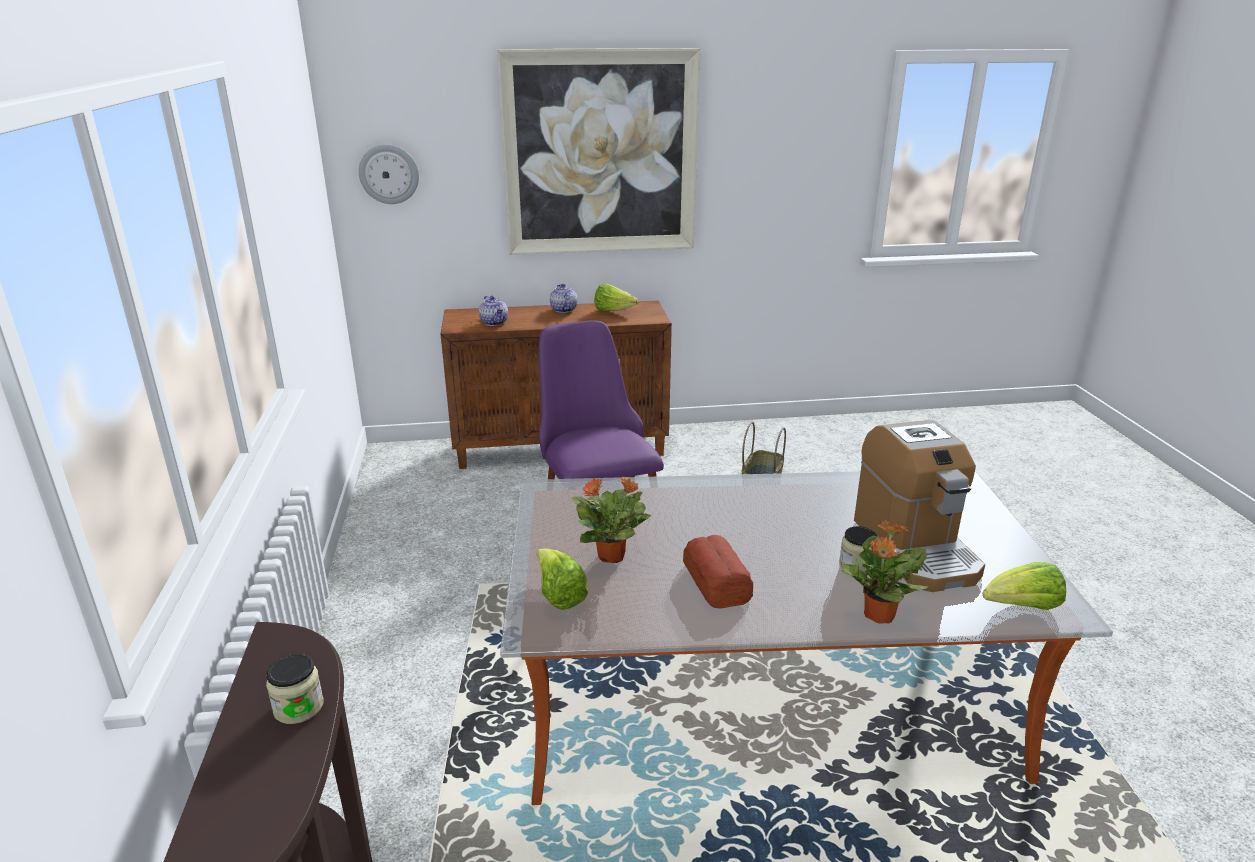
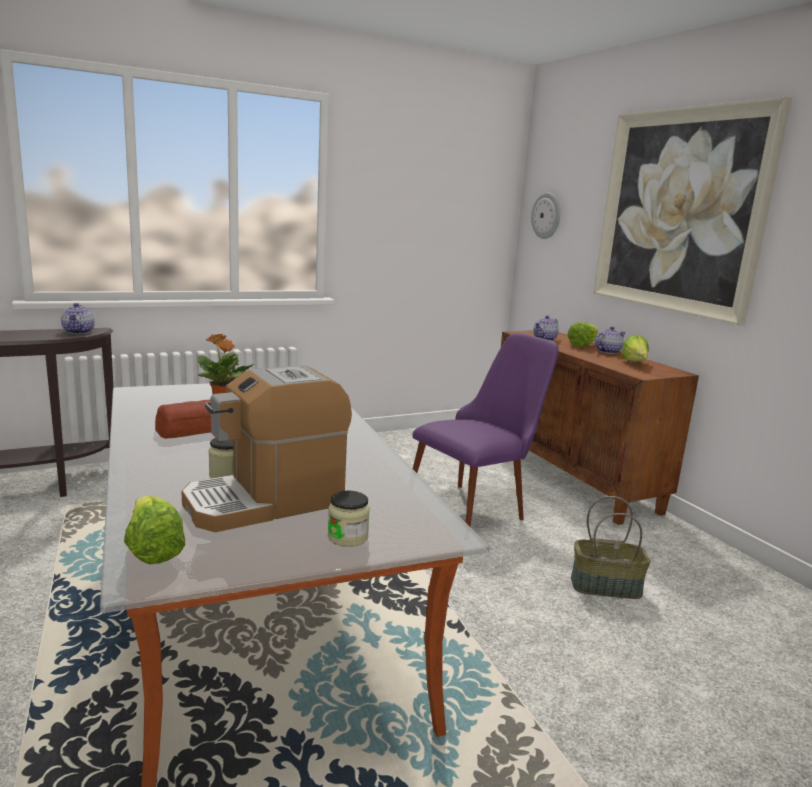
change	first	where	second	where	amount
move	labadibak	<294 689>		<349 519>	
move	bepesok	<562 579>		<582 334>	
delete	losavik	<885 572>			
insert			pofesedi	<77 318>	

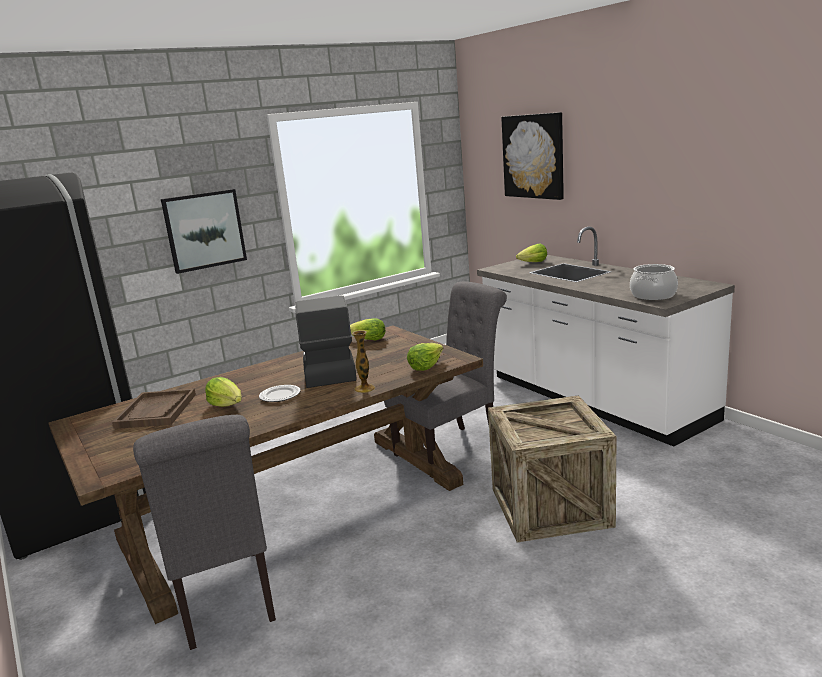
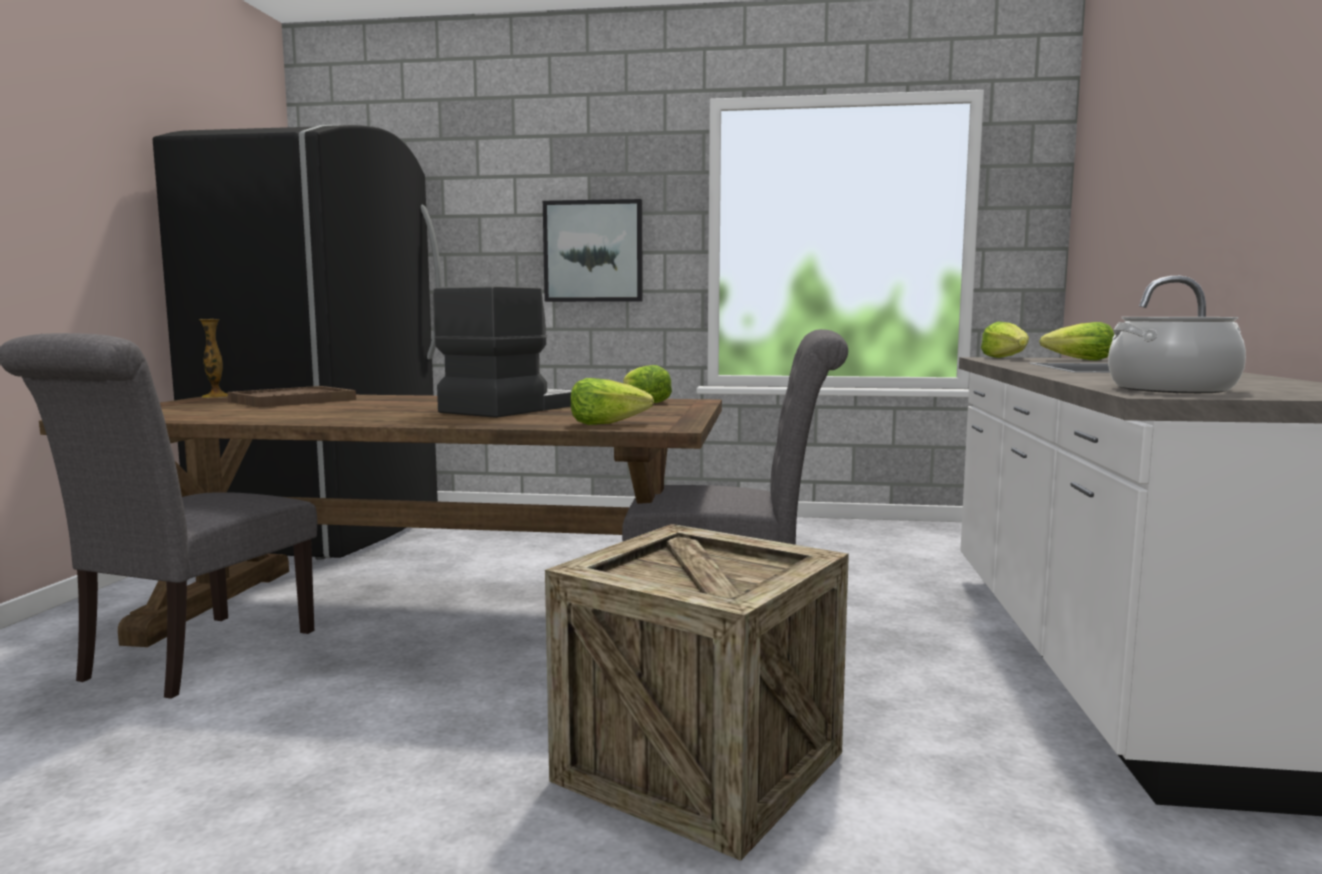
change	first	where	second	where	amount
move	bepesok	<223 392>		<1005 339>	
delete	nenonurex	<280 393>			
move	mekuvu	<363 361>		<213 358>	
delete	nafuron	<532 156>			

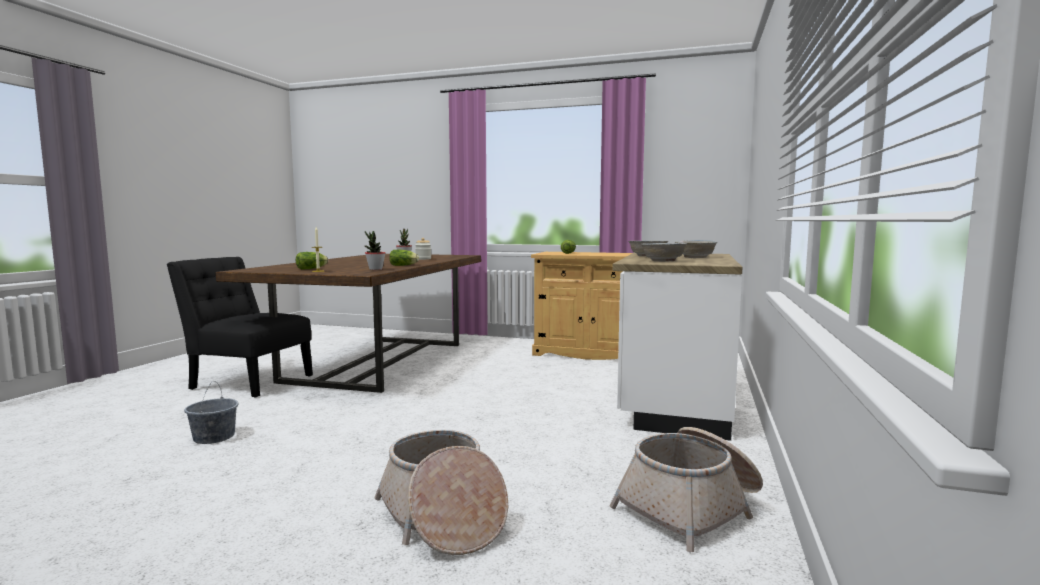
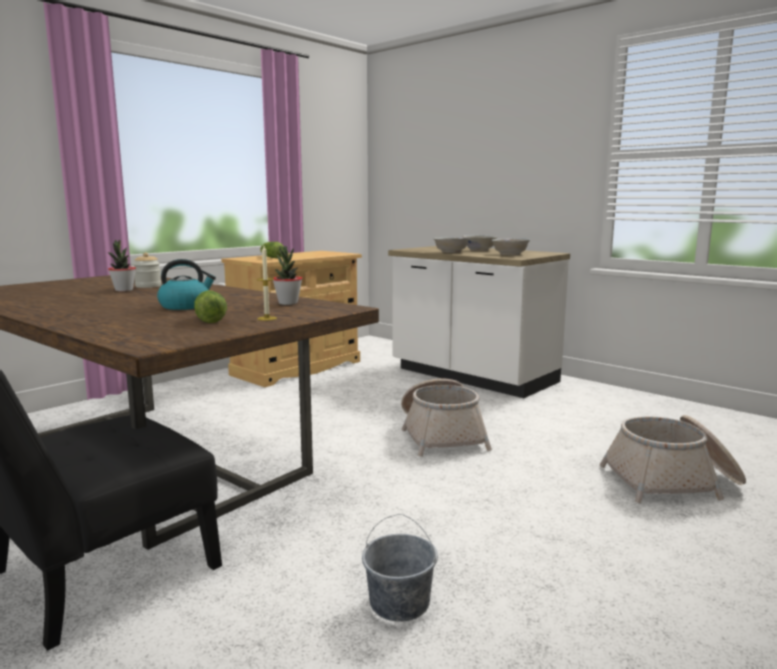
change	first	where	second	where	amount
delete	bepesok	<404 258>			
move	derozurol	<686 489>		<446 418>	
insert			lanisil	<186 284>	

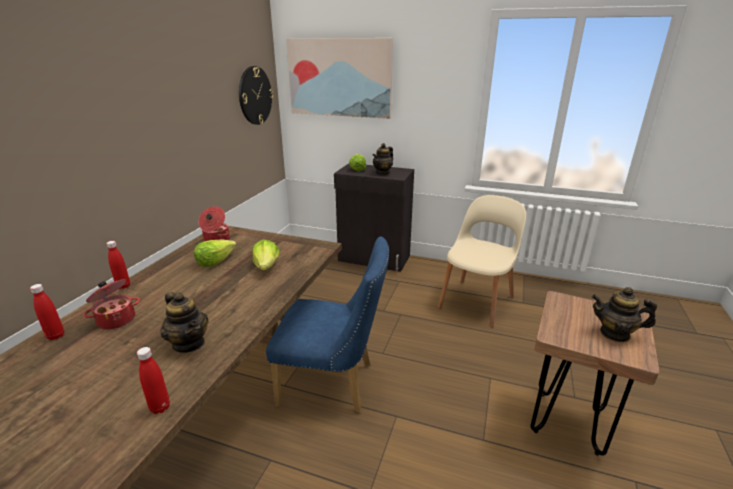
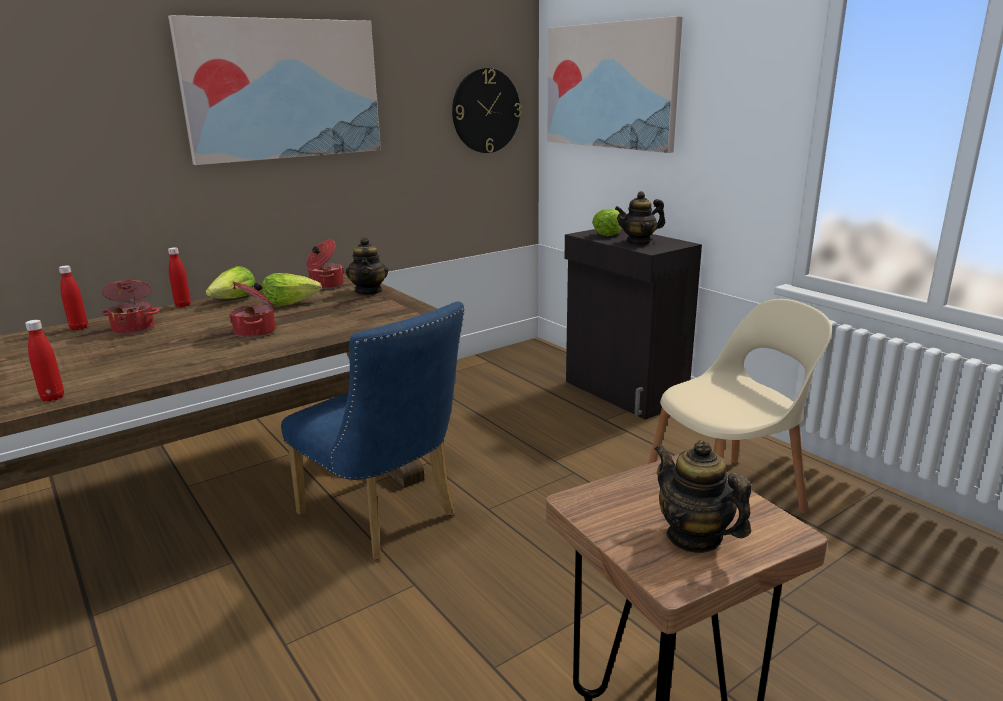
change	first	where	second	where	amount
move	pofesedi	<184 322>		<367 266>	
move	bepesok	<266 255>		<230 282>	
insert			nafuron	<274 90>	
insert			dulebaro	<252 309>	

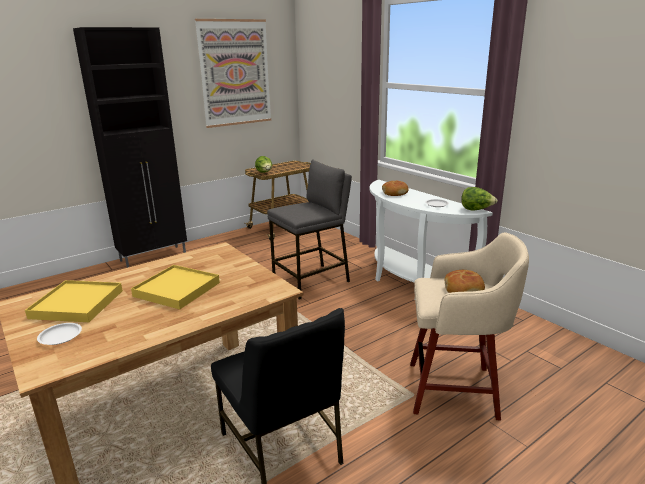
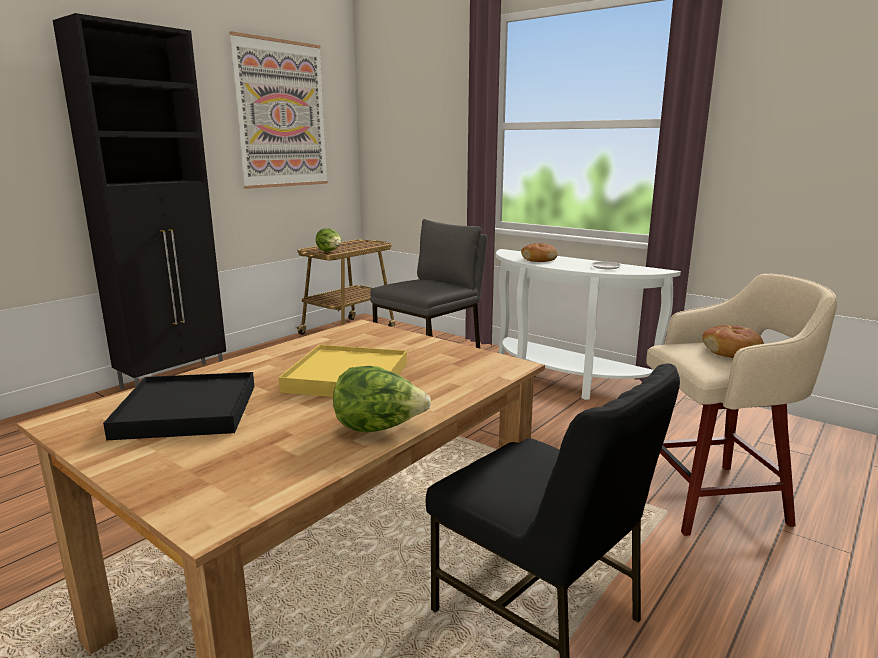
change	first	where	second	where	amount
recolor	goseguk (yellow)	<74 301>	goseguk (black)	<178 406>	
delete	nenonurex (white)	<59 334>			
move	bepesok	<479 199>		<382 399>	

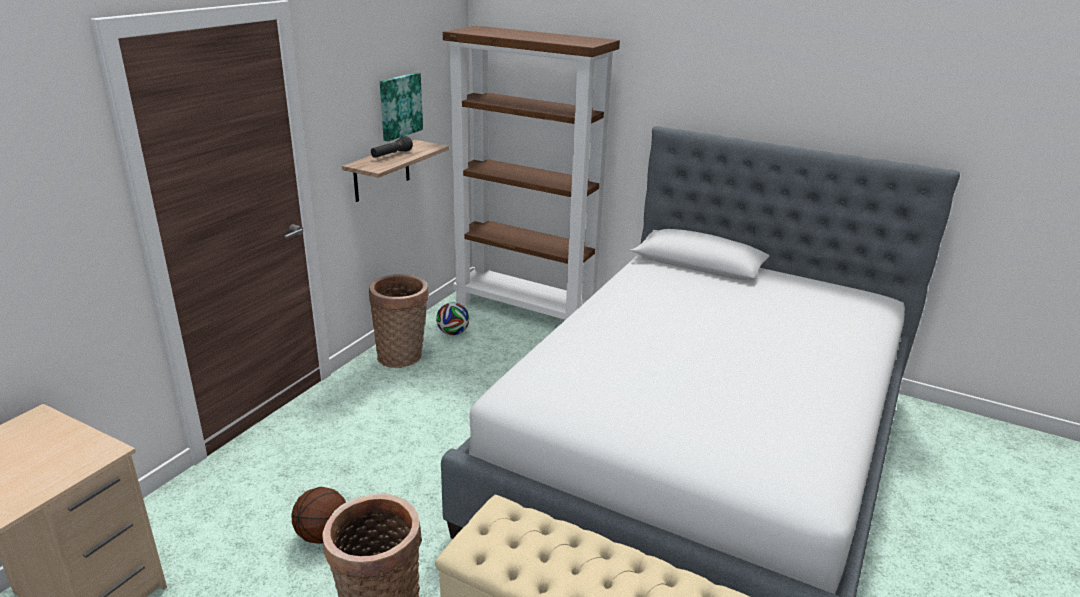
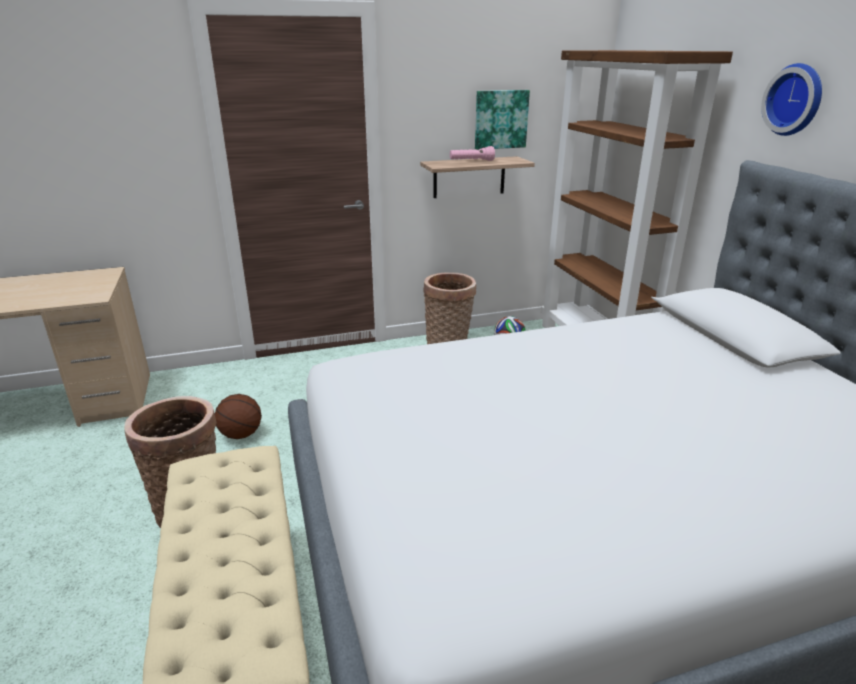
change	first	where	second	where	amount
recolor	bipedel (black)	<392 147>	bipedel (pink)	<472 153>	
insert			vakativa	<791 99>	

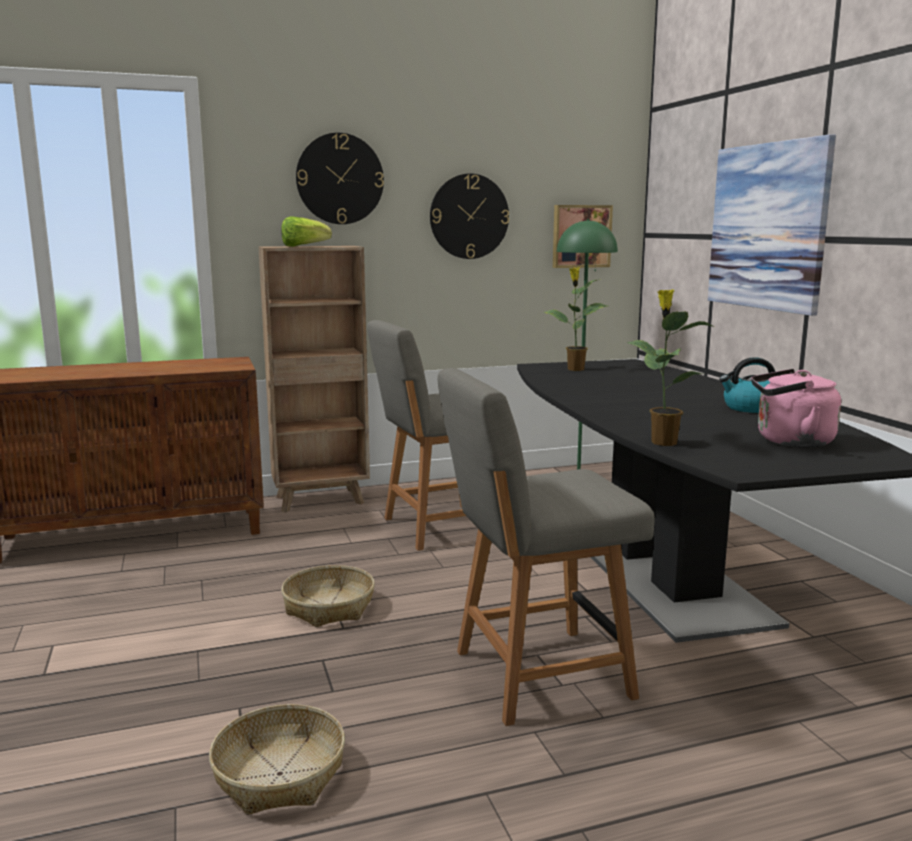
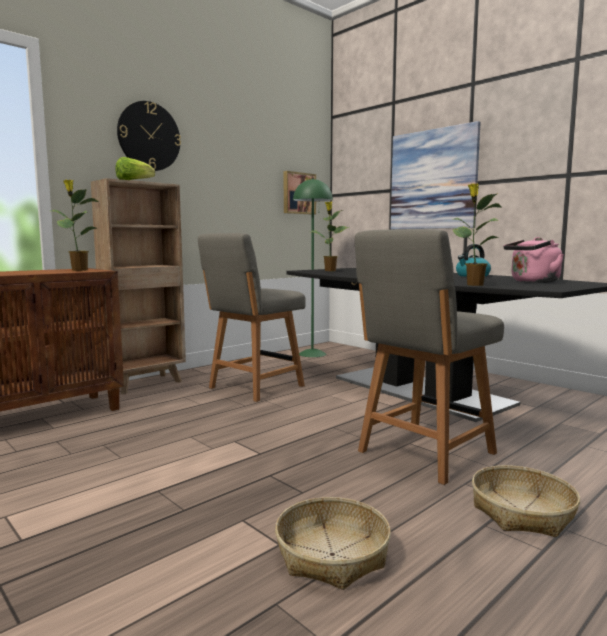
change	first	where	second	where	amount
move	derozurol	<328 596>		<526 501>	
delete	vakativa	<469 216>			
insert			losavik	<75 225>	

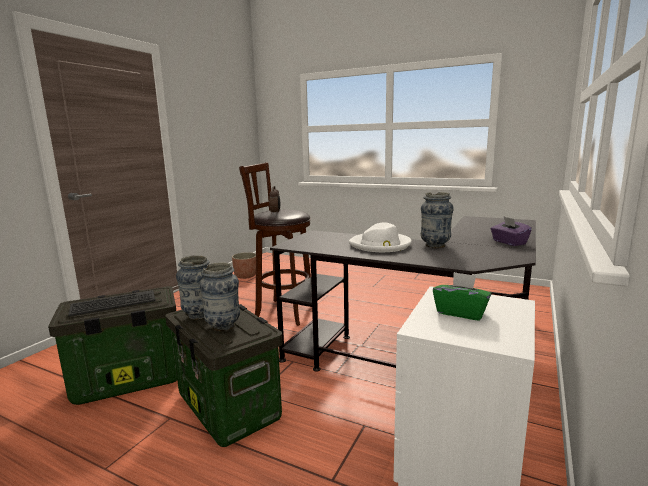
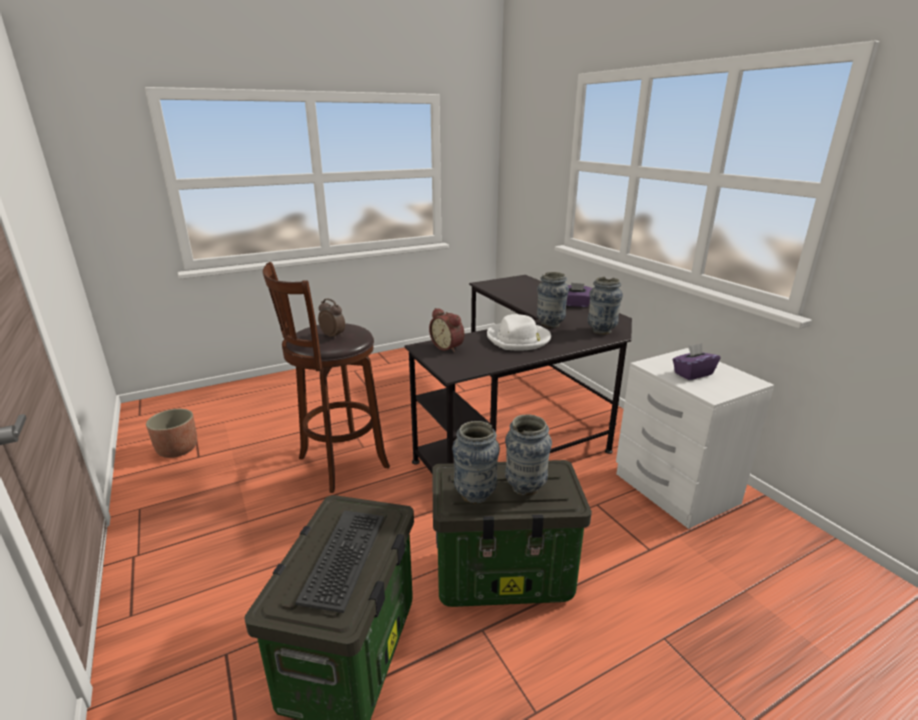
change	first	where	second	where	amount
recolor	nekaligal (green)	<462 296>	nekaligal (purple)	<696 361>	
insert			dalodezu	<446 330>	
insert			mekuvu	<605 306>	

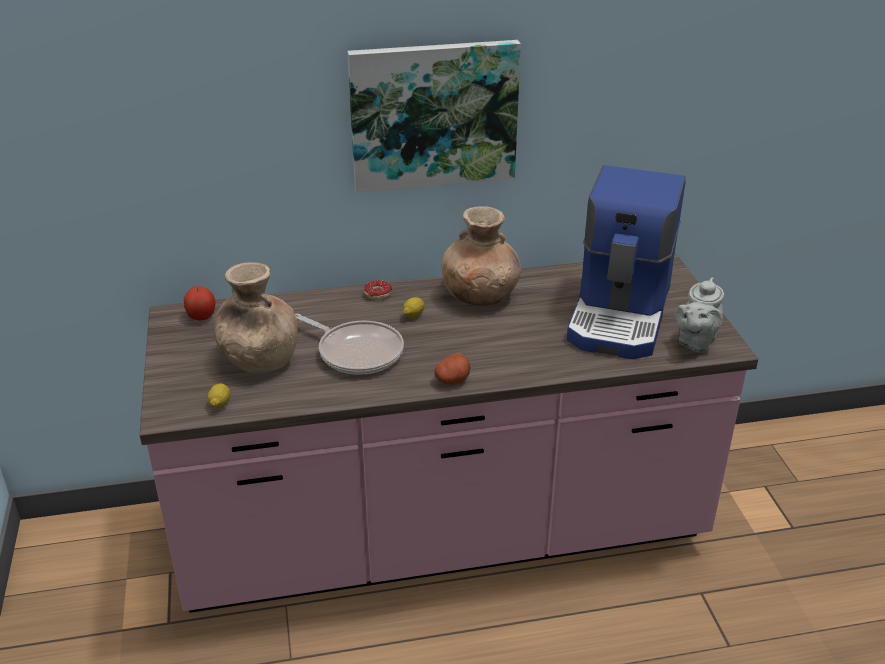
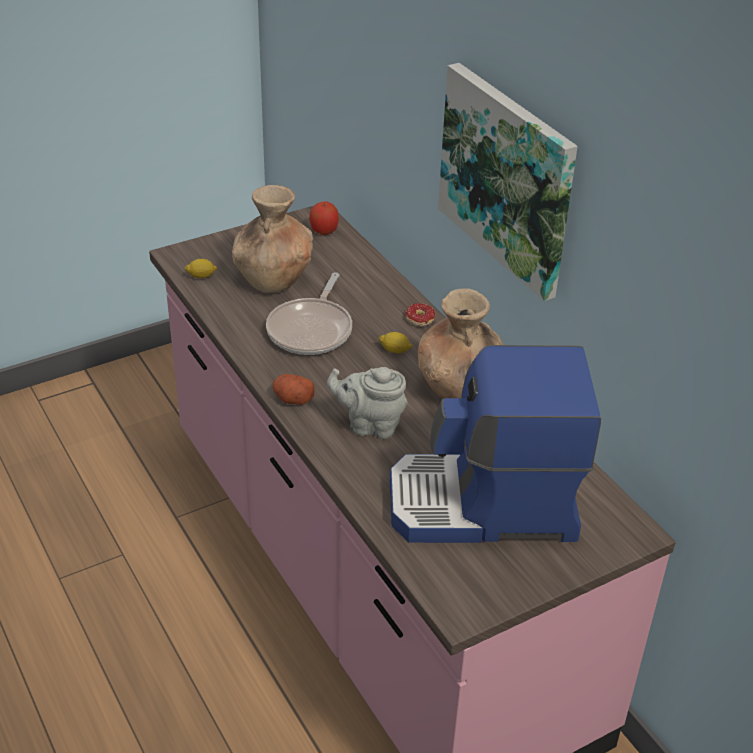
change	first	where	second	where	amount
move	pofesedi (grey)	<699 315>		<367 403>	

